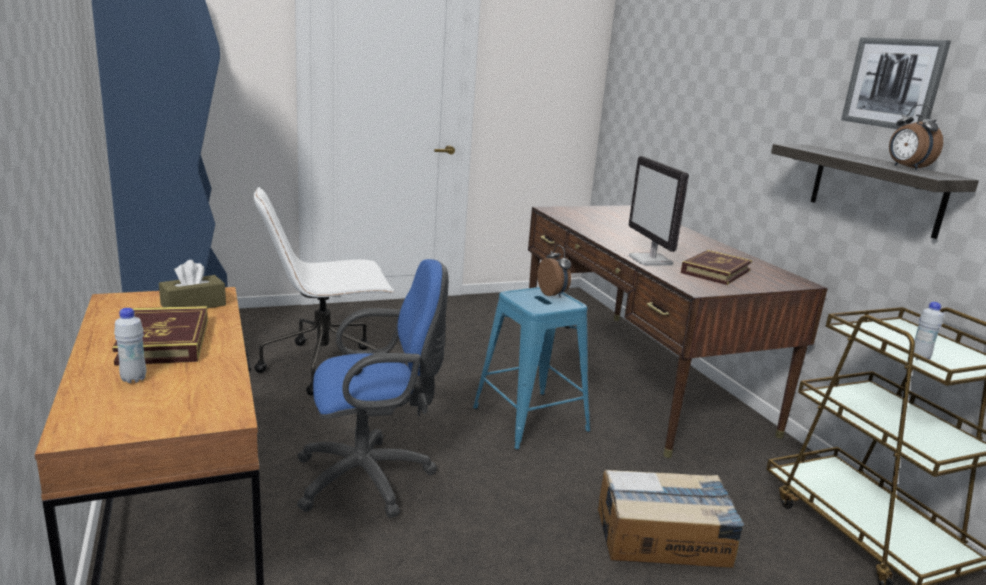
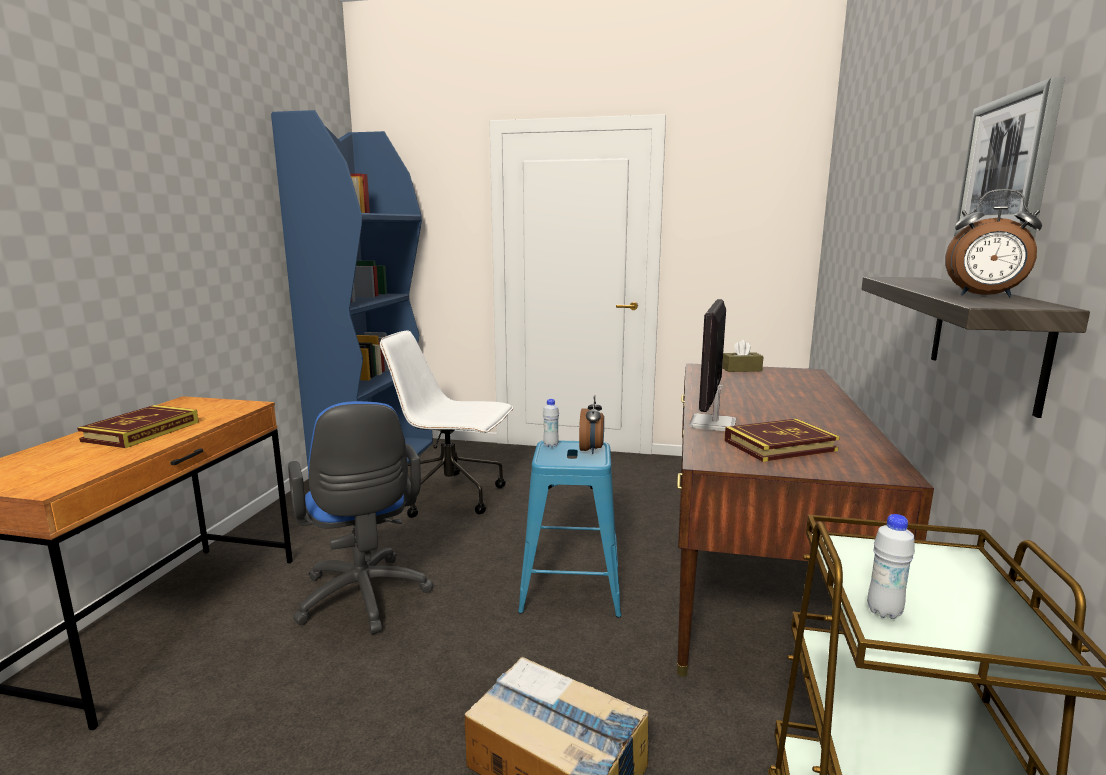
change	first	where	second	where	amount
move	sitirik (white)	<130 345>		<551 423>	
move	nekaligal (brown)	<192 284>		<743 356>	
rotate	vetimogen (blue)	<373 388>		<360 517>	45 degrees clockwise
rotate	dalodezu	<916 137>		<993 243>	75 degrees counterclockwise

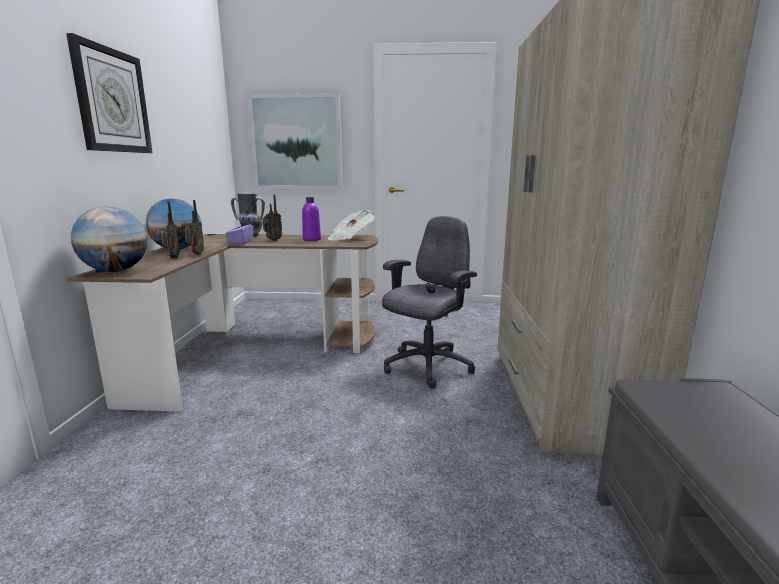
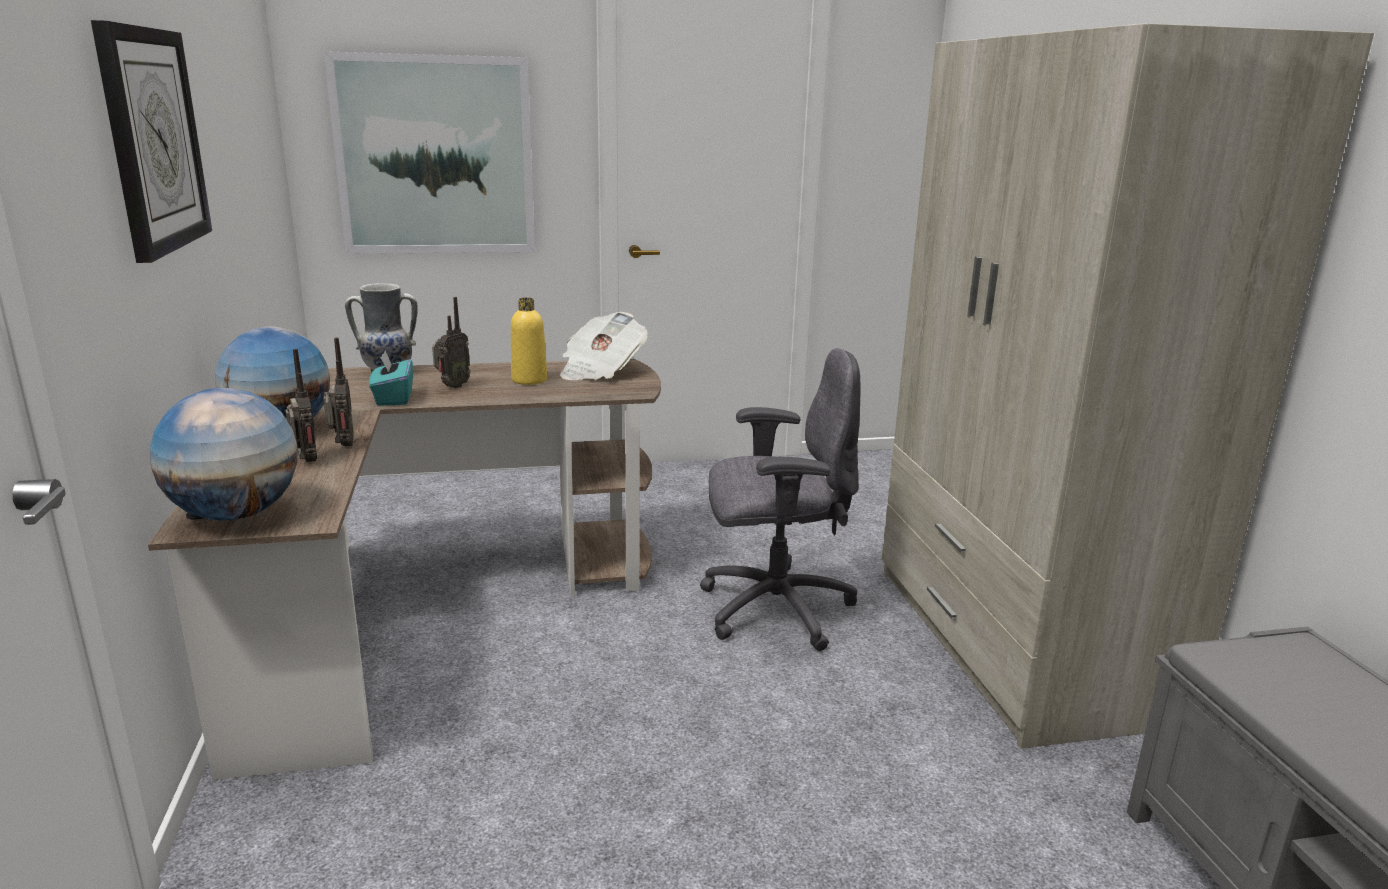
change	first	where	second	where	amount
recolor	nekaligal (purple)	<239 231>	nekaligal (turquoise)	<391 378>	
recolor	sitirik (purple)	<311 219>	sitirik (yellow)	<529 341>	
rotate	vetimogen (grey)	<429 302>		<780 499>	60 degrees clockwise

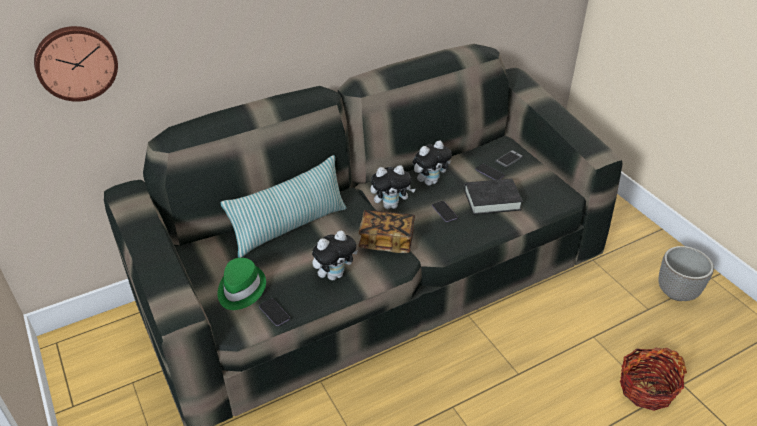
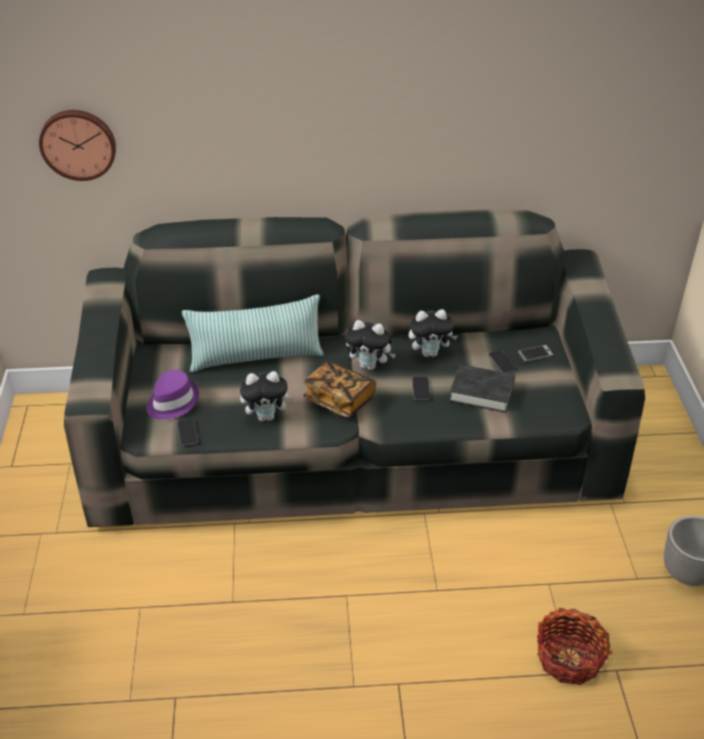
change	first	where	second	where	amount
recolor	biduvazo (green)	<242 284>	biduvazo (purple)	<173 394>	

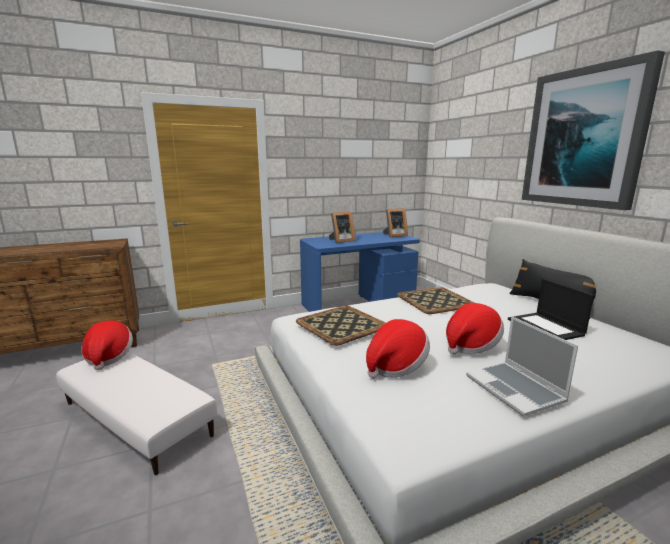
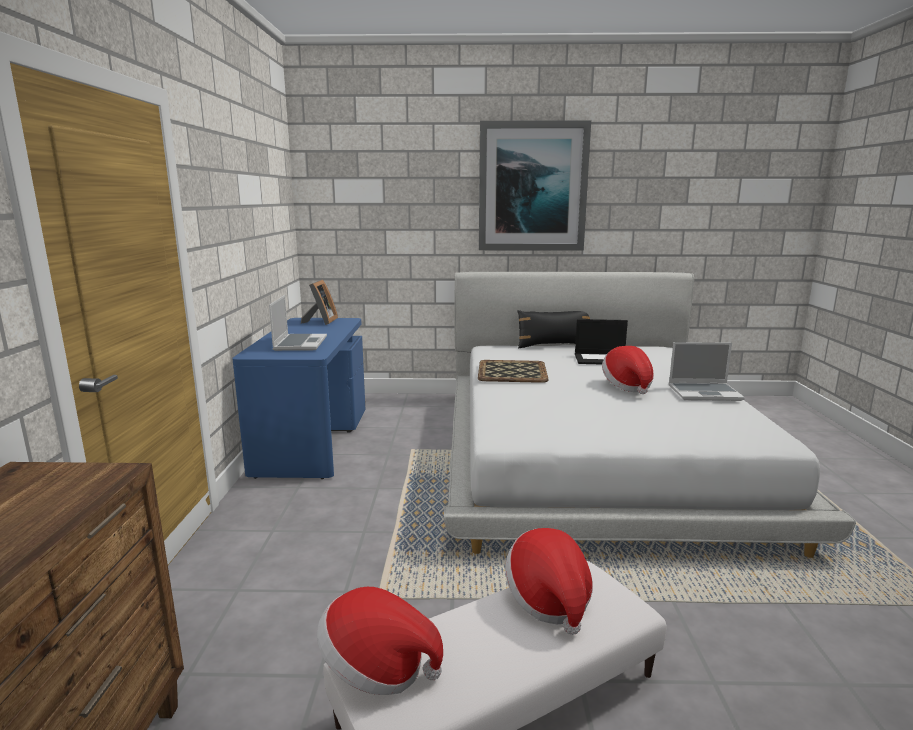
change	first	where	second	where	amount
delete	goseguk	<341 326>			
replace	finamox	<342 227>	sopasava	<298 323>	
move	biduvazo	<398 348>		<549 581>	

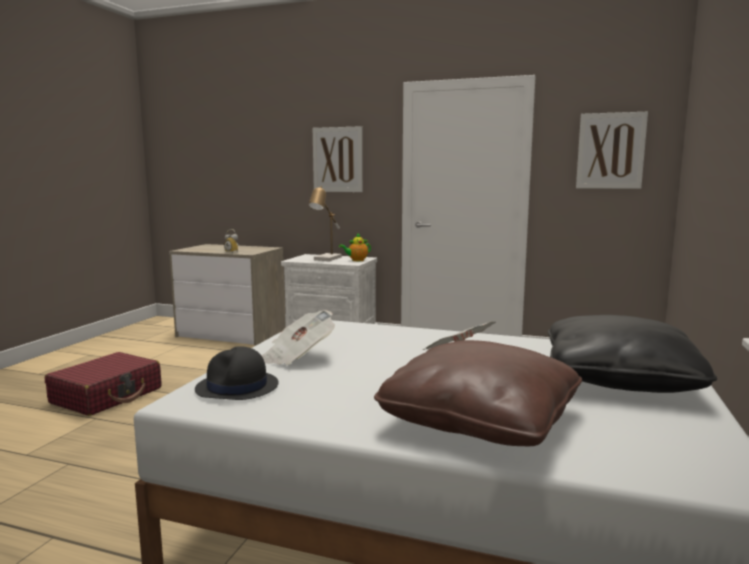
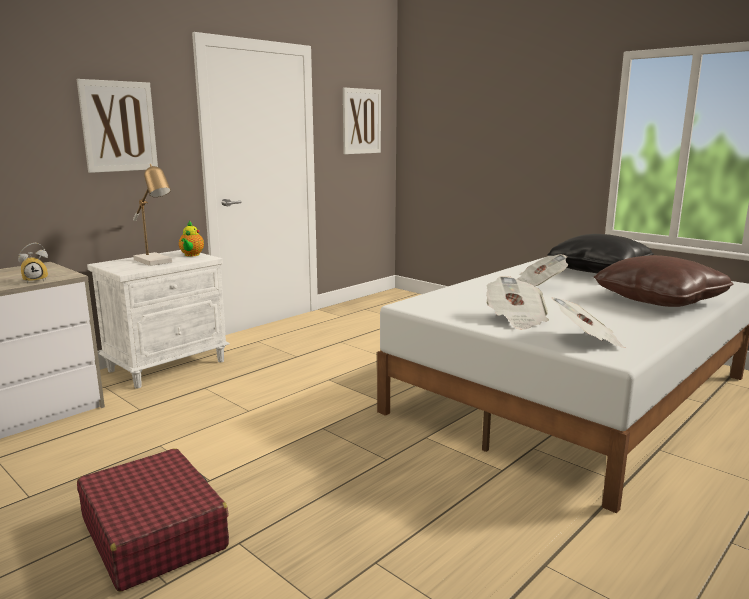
change	first	where	second	where	amount
replace	biduvazo (black)	<237 373>	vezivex	<588 322>	

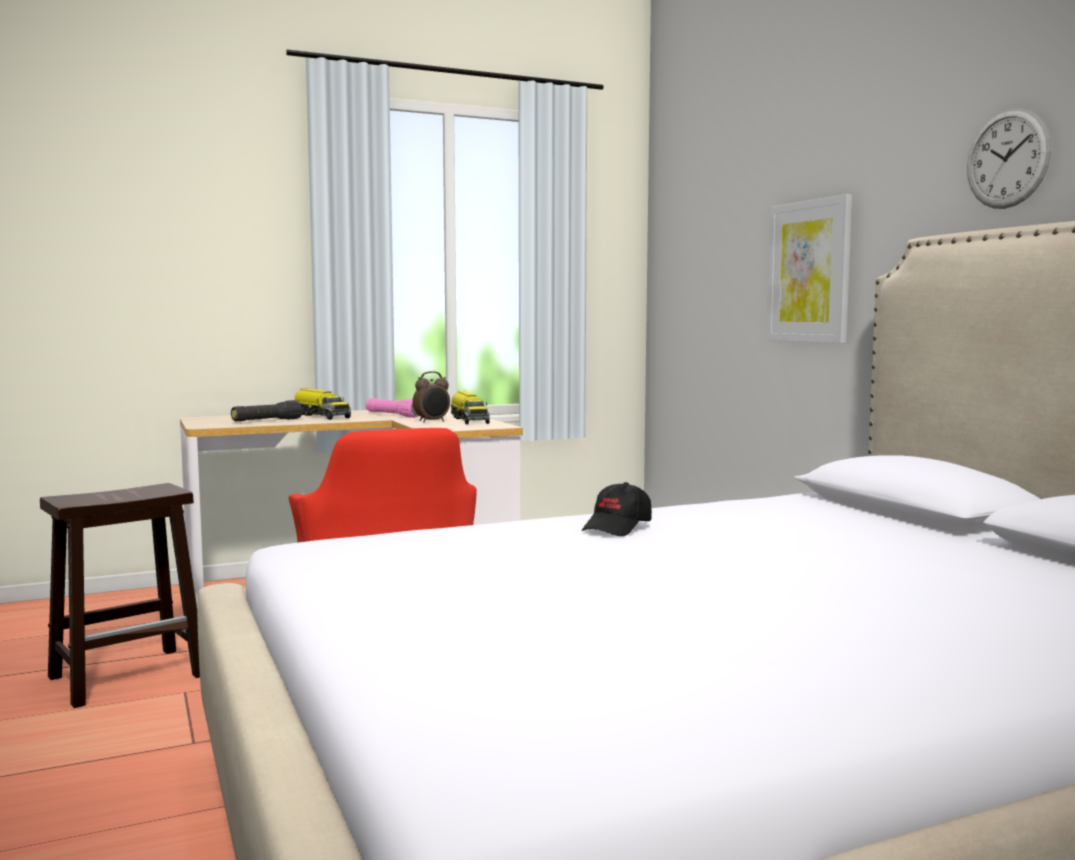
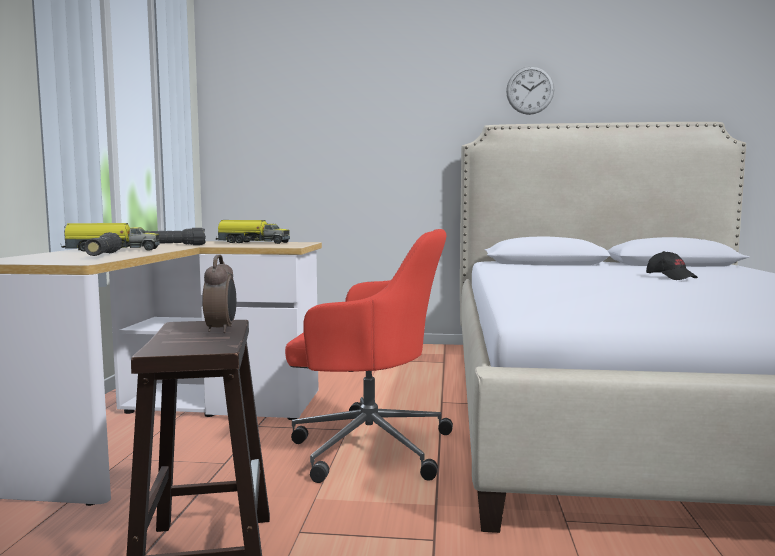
change	first	where	second	where	amount
recolor	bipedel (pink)	<392 408>	bipedel (black)	<176 236>	
move	dalodezu	<431 397>		<219 294>	
move	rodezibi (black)	<616 509>		<672 265>	
delete	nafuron	<809 268>			

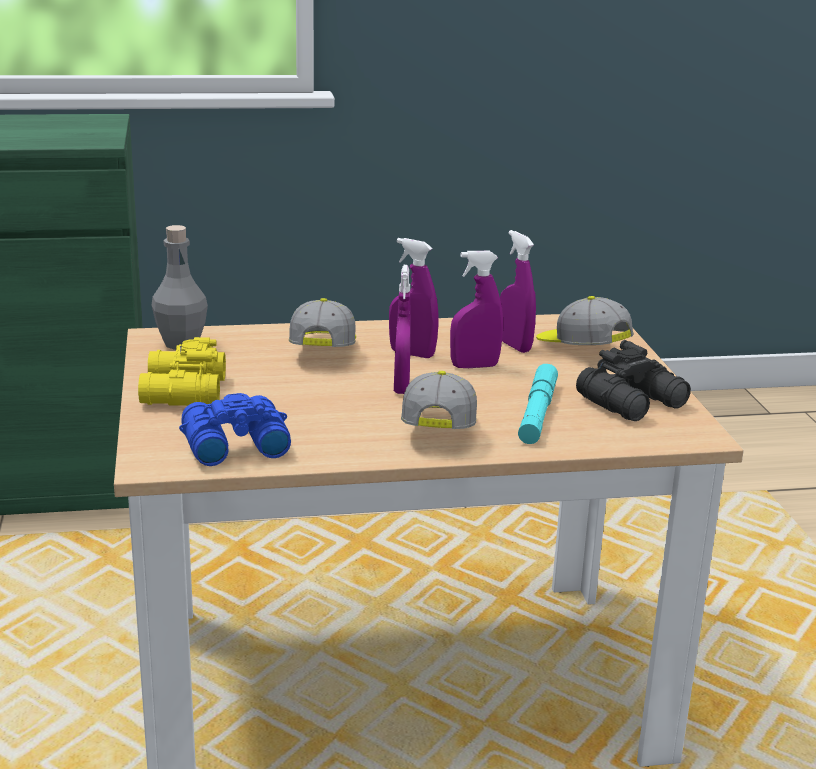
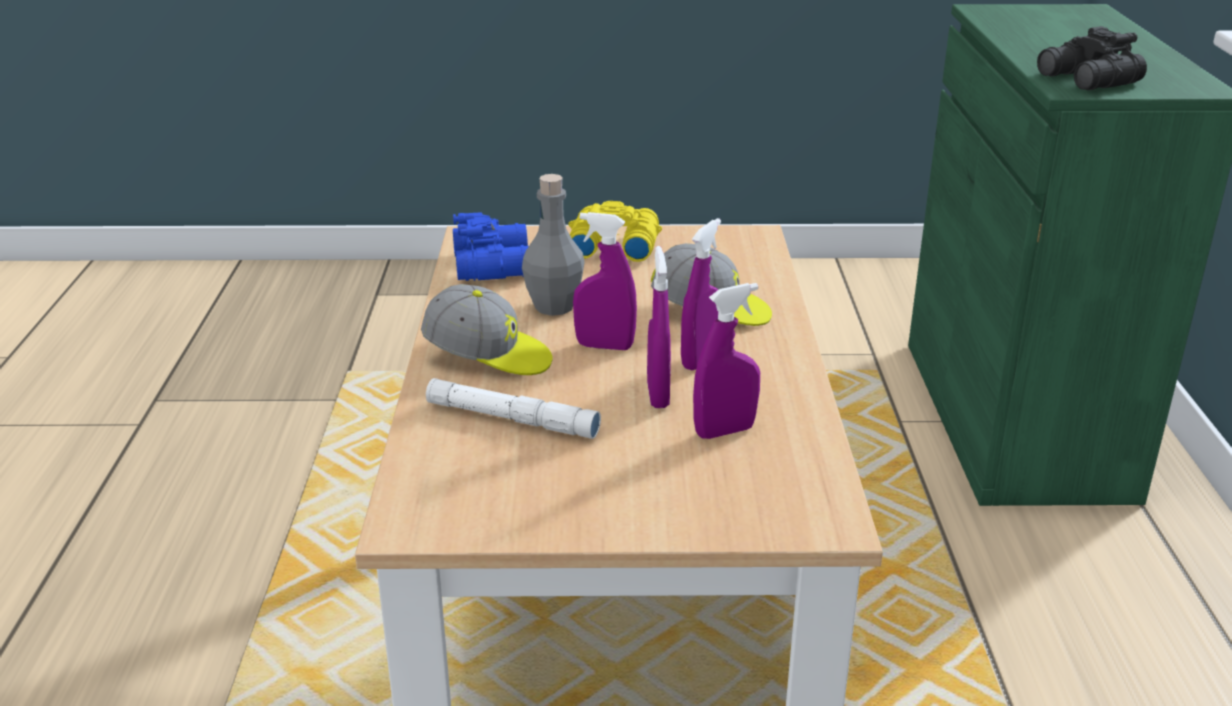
change	first	where	second	where	amount
move	sitirik (grey)	<179 287>		<553 245>	
recolor	bipedel (turquoise)	<538 404>	bipedel (white)	<513 408>	
delete	rodezibi	<585 320>			
move	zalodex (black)	<633 380>		<1092 58>	

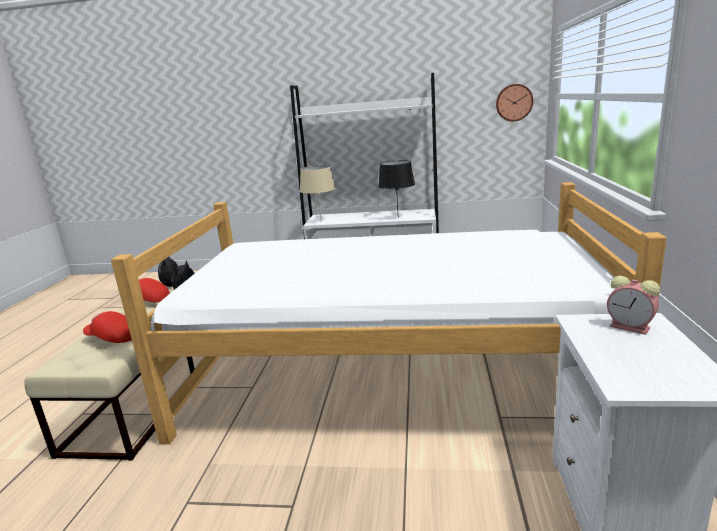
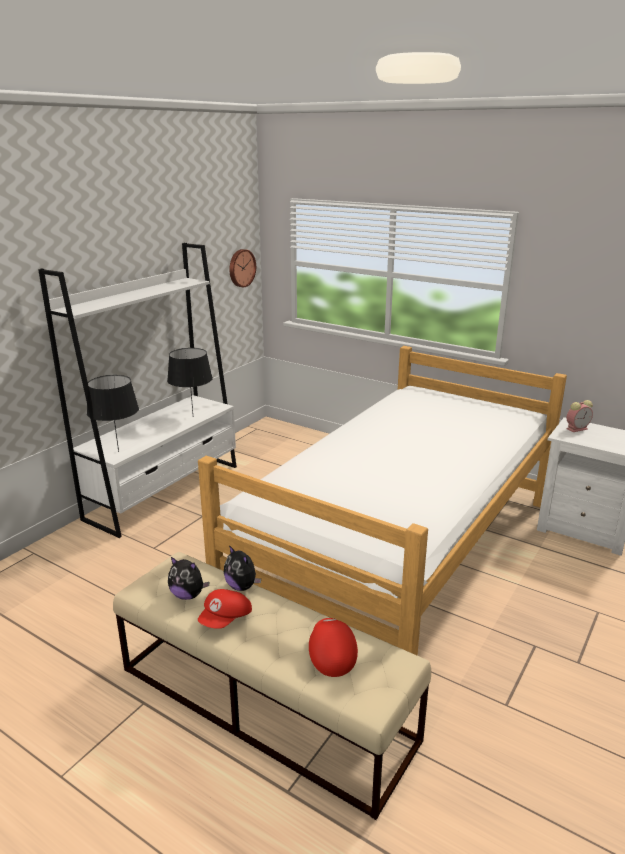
change	first	where	second	where	amount
rotate	rodezibi (red)	<107 327>		<333 647>	135 degrees clockwise
recolor	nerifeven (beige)	<318 191>	nerifeven (black)	<113 413>	

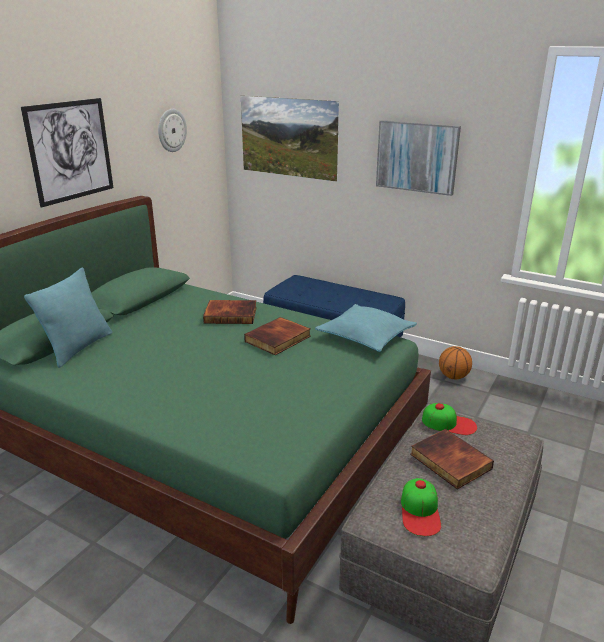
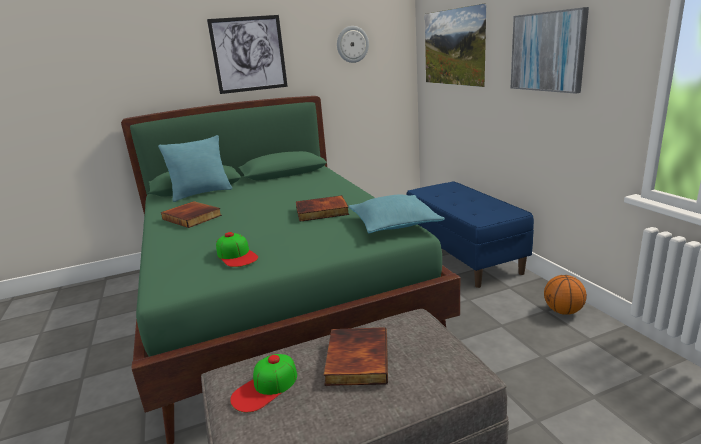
change	first	where	second	where	amount
move	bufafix	<230 312>		<191 214>	
move	rodezibi	<449 419>		<237 249>	

